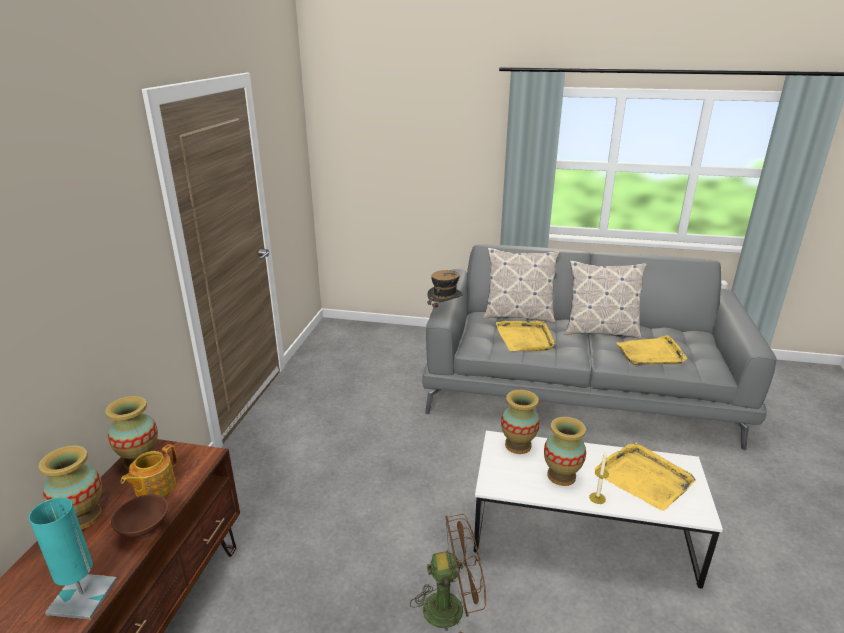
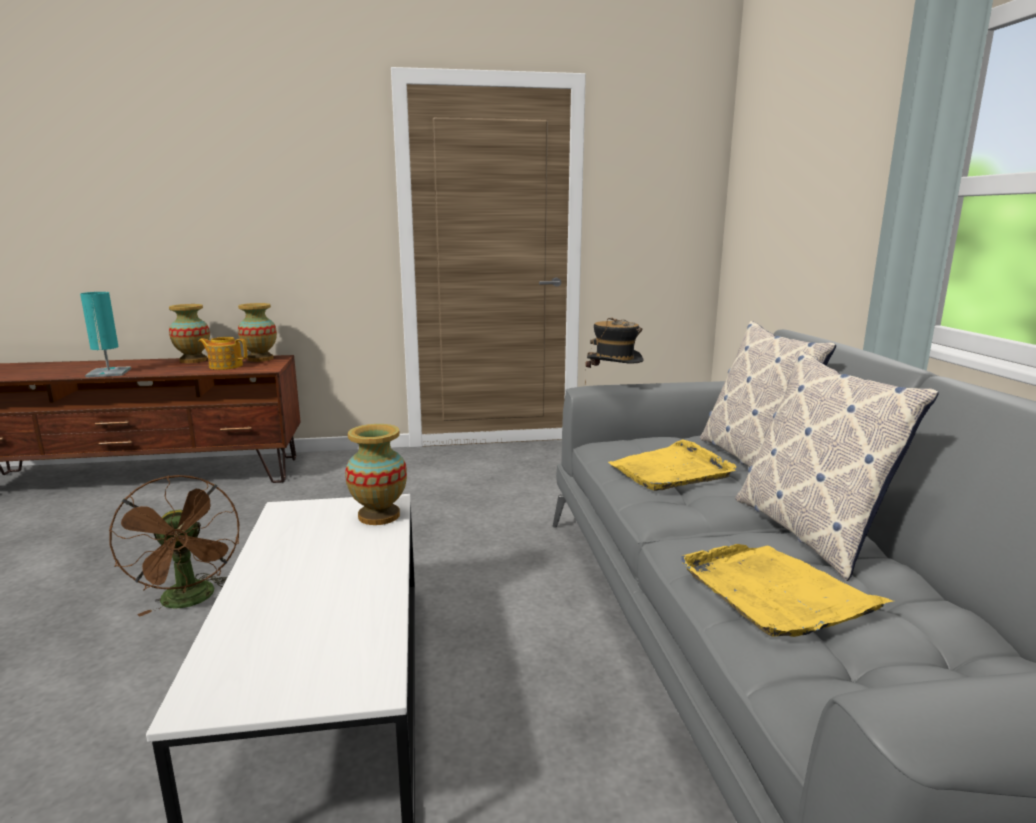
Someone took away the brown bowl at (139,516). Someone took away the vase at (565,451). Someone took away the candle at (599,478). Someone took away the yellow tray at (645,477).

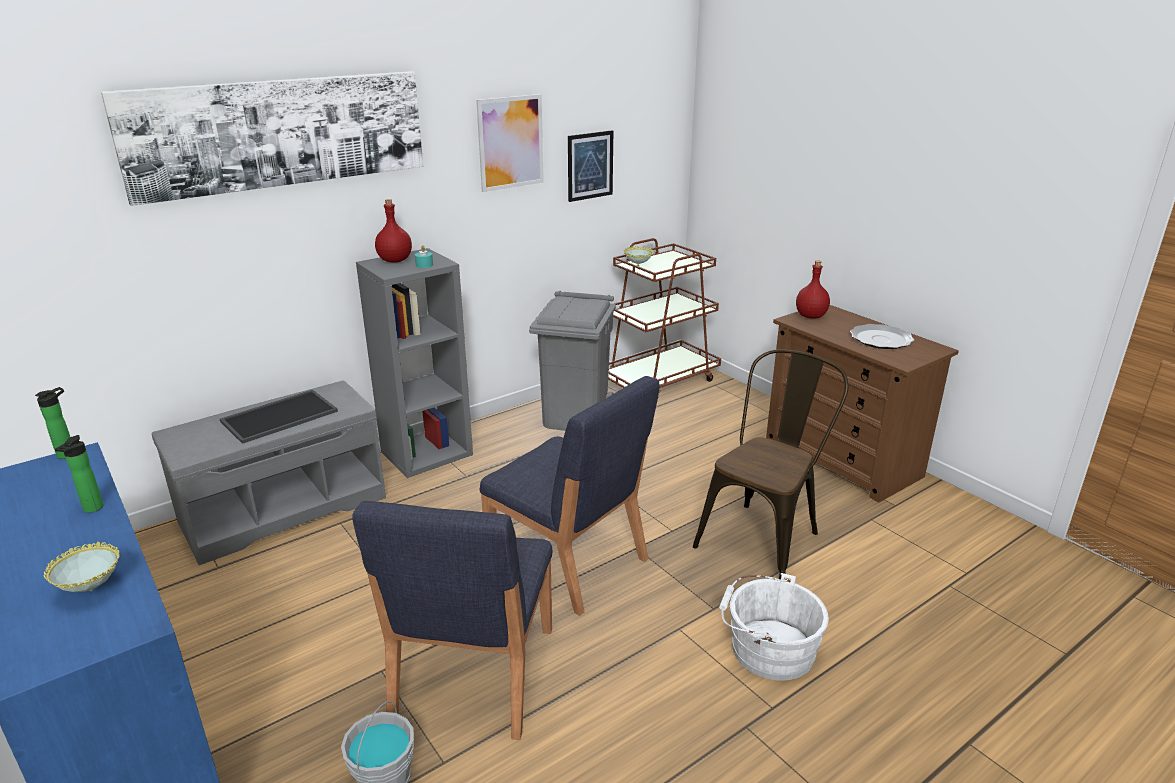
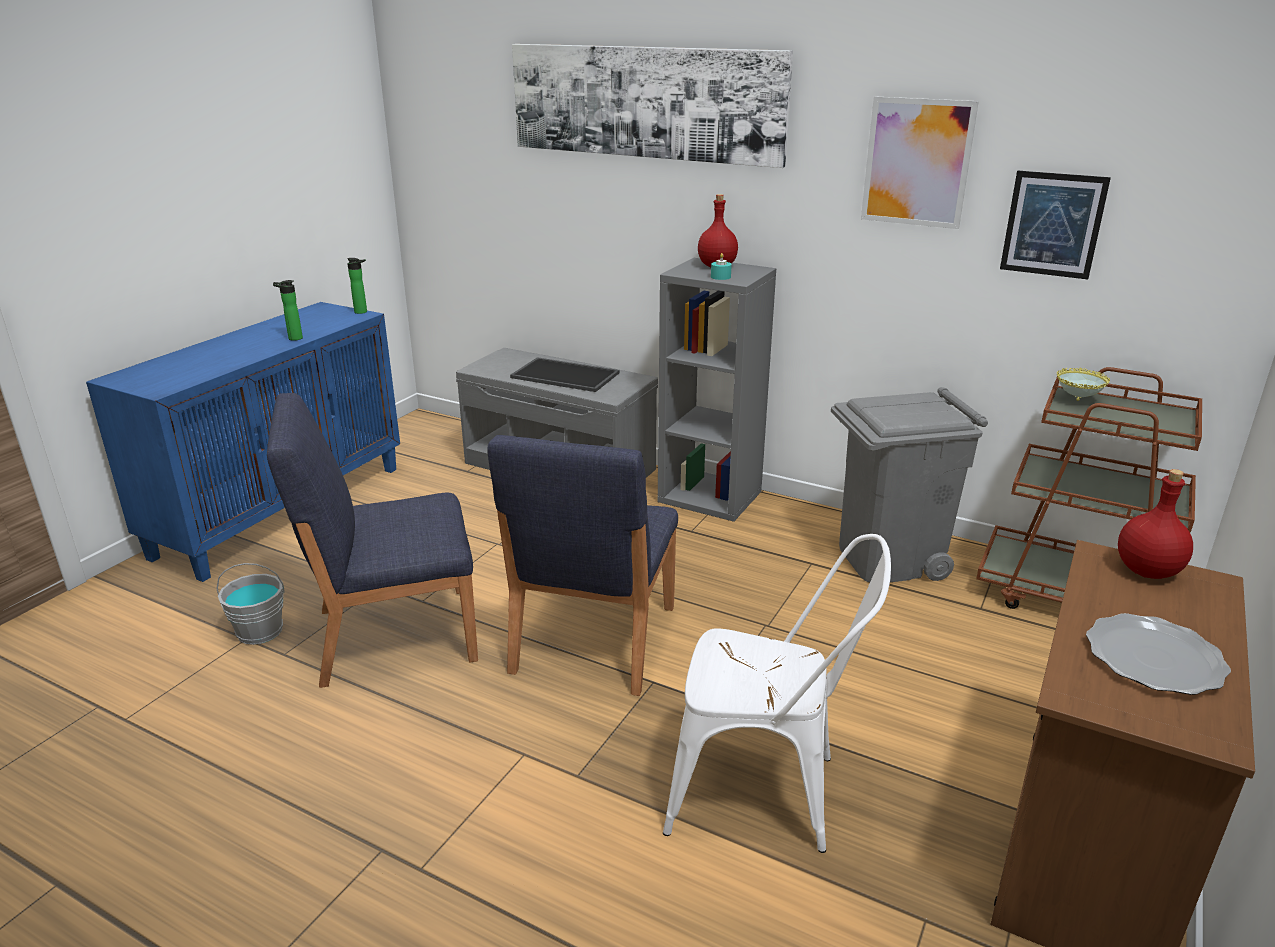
Someone took away the bowl at (82,567). Someone took away the white bucket at (774,626). Someone repainted the brown chair at (771,464), which became the white chair at (777,693).

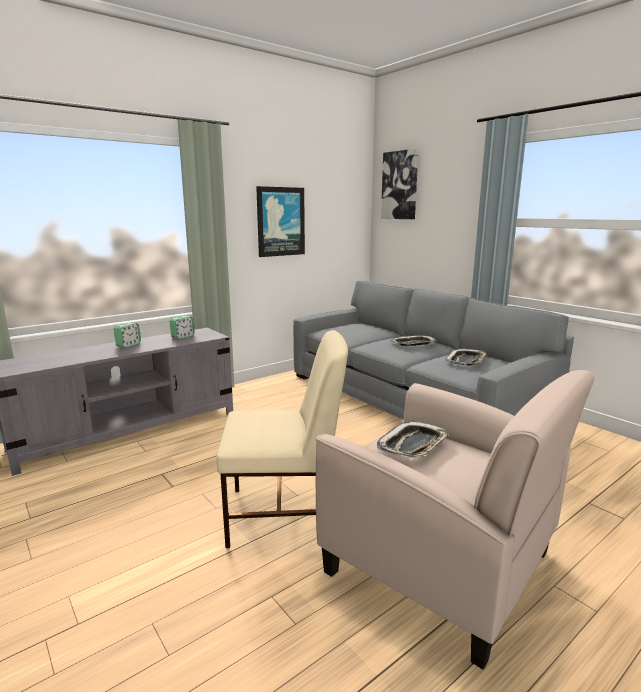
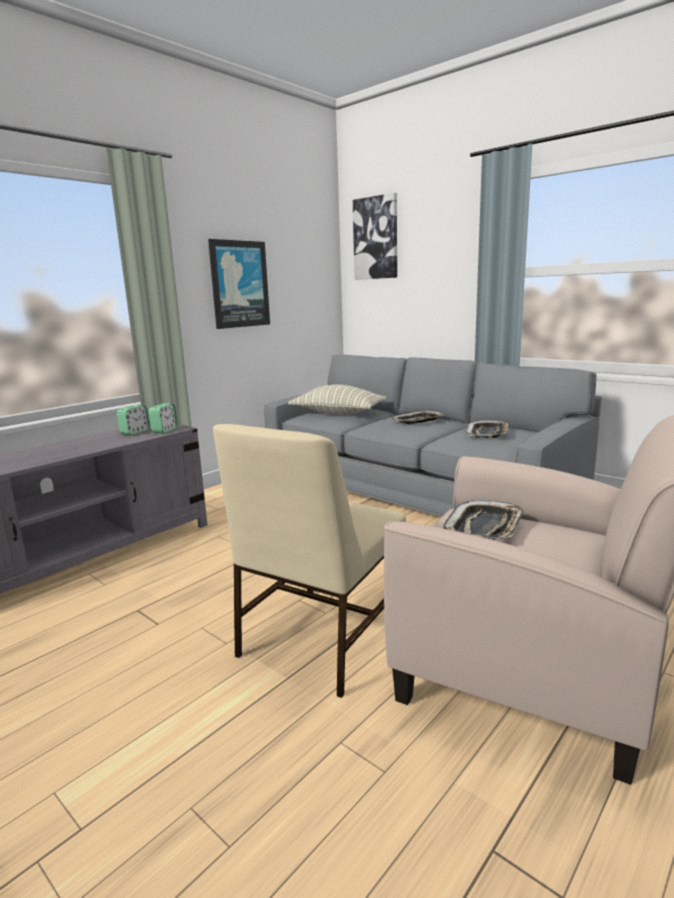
Someone put down the pillow at (337,400). Someone carried the alarm clock from (127,335) to (163,418). Someone rotated the beige chair at (282,439) by 135 degrees clockwise.

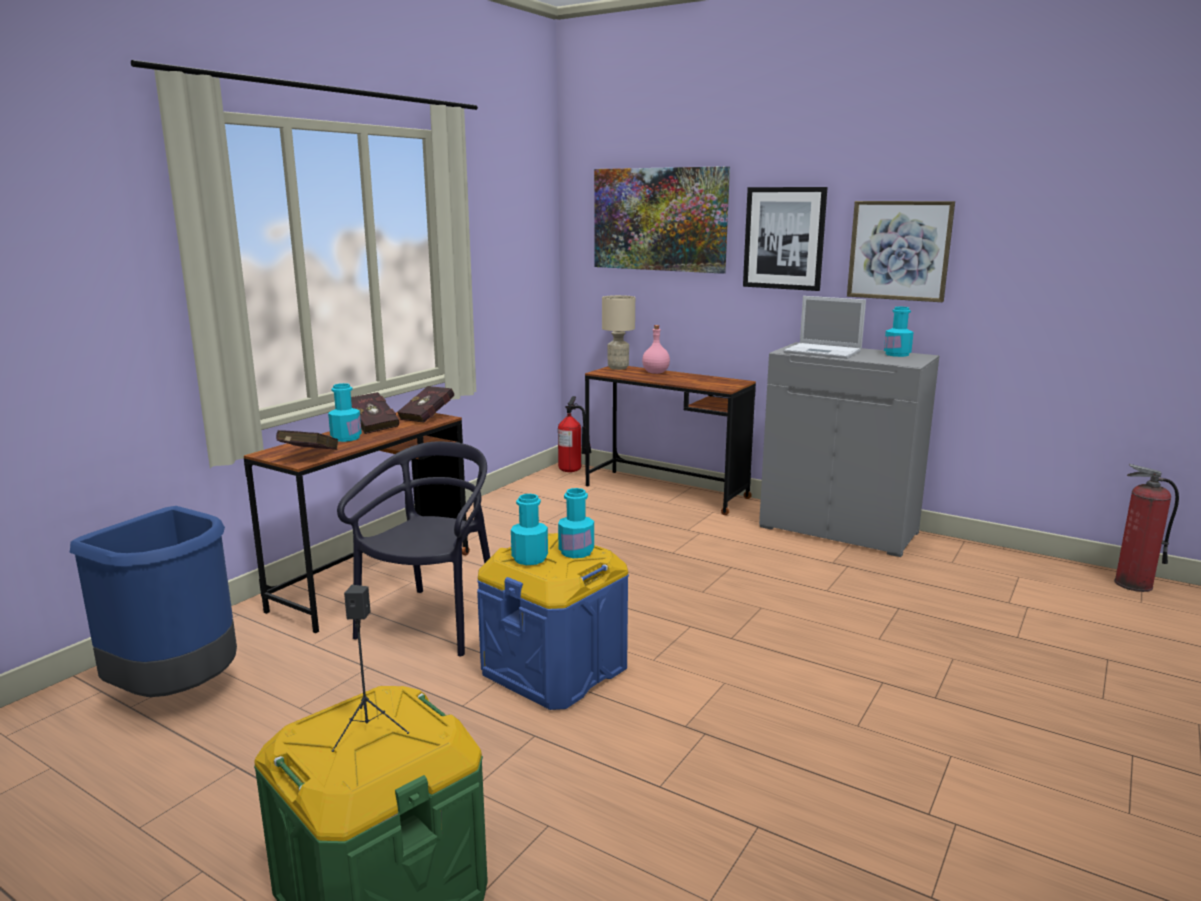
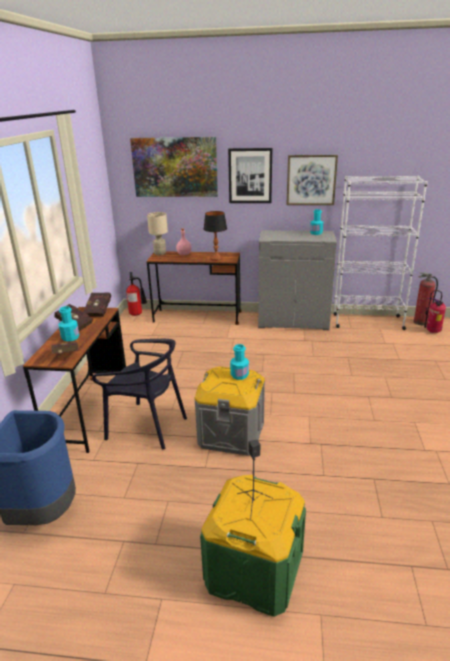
Someone took away the turquoise bottle at (529,529). Someone took away the laptop at (825,327). Someone put down the table lamp at (215,236). Someone put down the white bookcase at (380,253). Someone put down the fire extinguisher at (435,311). Someone repainted the blue storage box at (553,621), which became the grey storage box at (229,411). Someone rotated the black chair at (413,549) by 120 degrees clockwise.

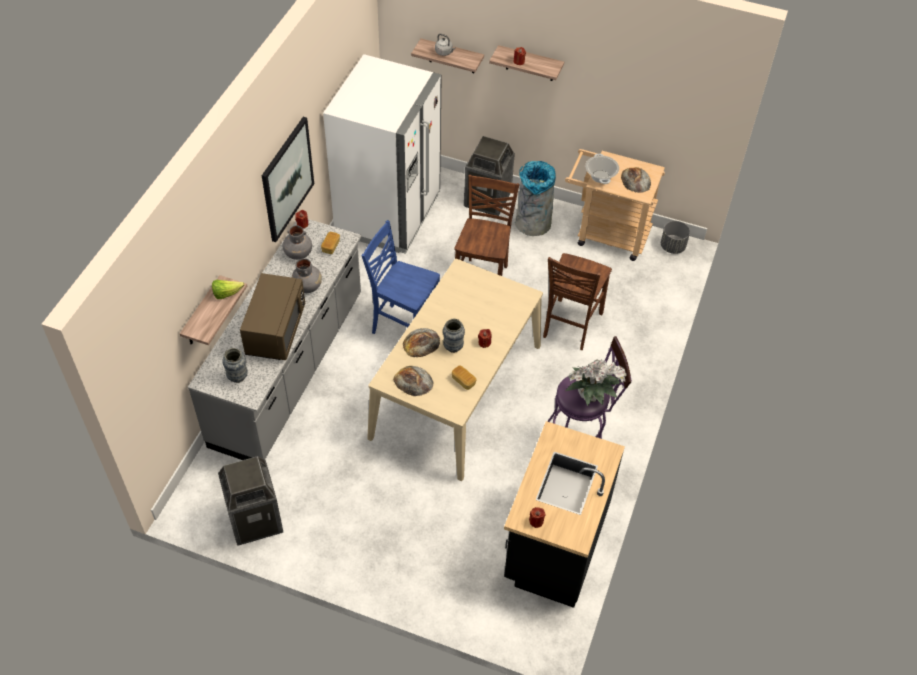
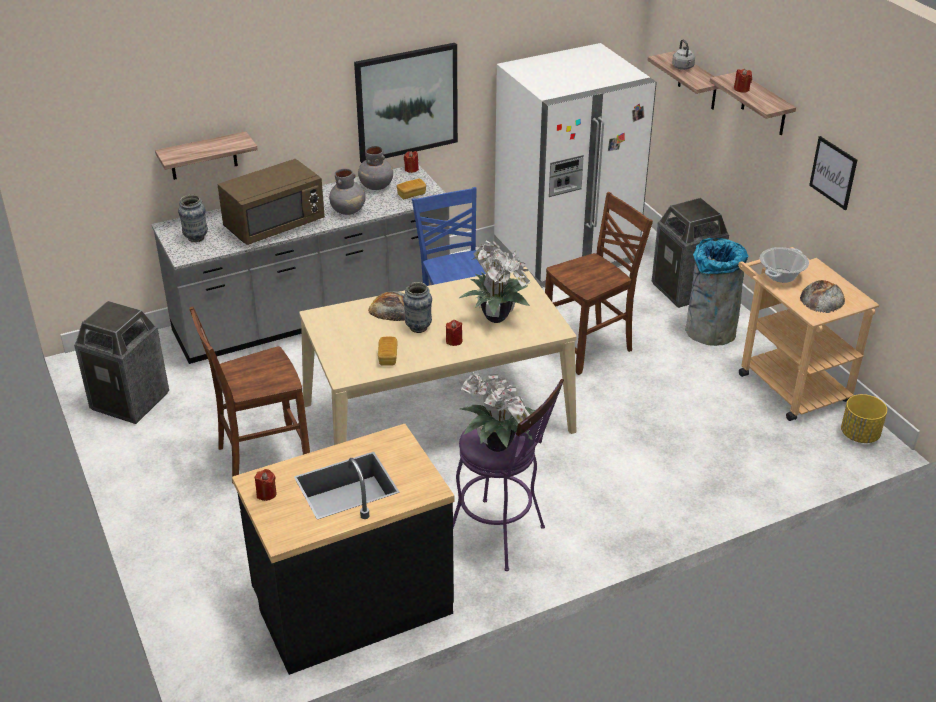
Someone took away the lettuce at (228,289). Someone took away the bread at (413,381). Someone put down the potted plant at (494,282). Someone put up the picture at (833,173). Someone carried the brown chair from (577,301) to (249,394). Someone repainted the grey planter at (675,237), which became the yellow planter at (864,418).

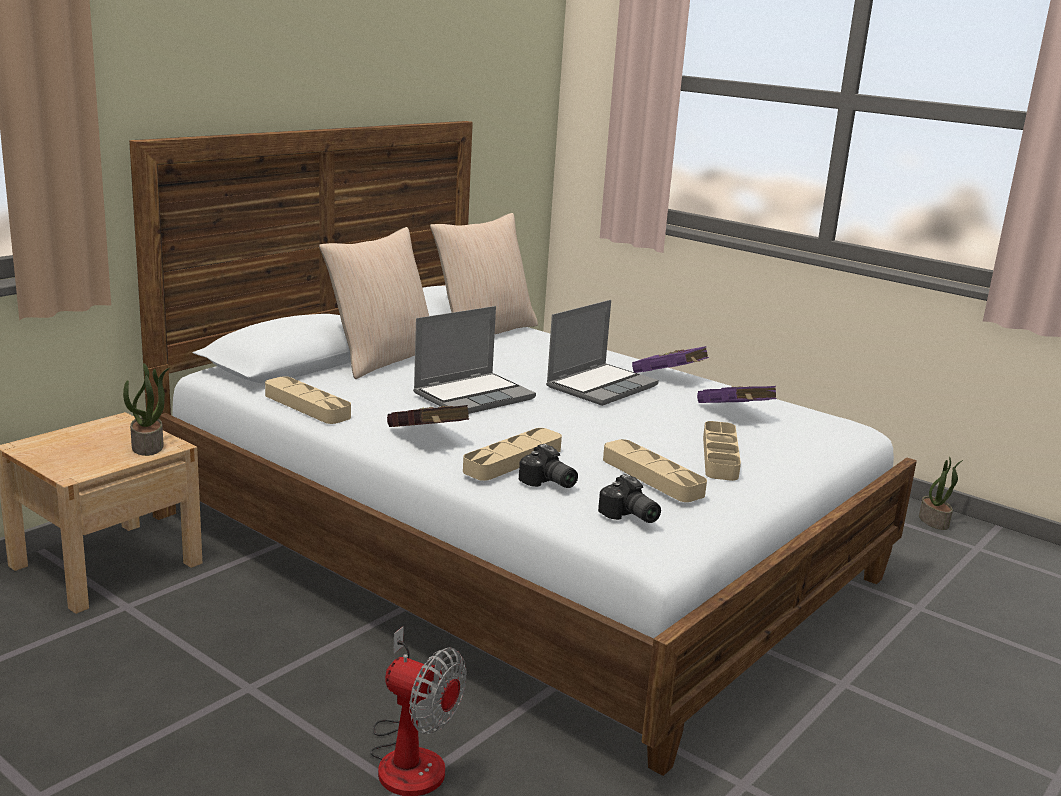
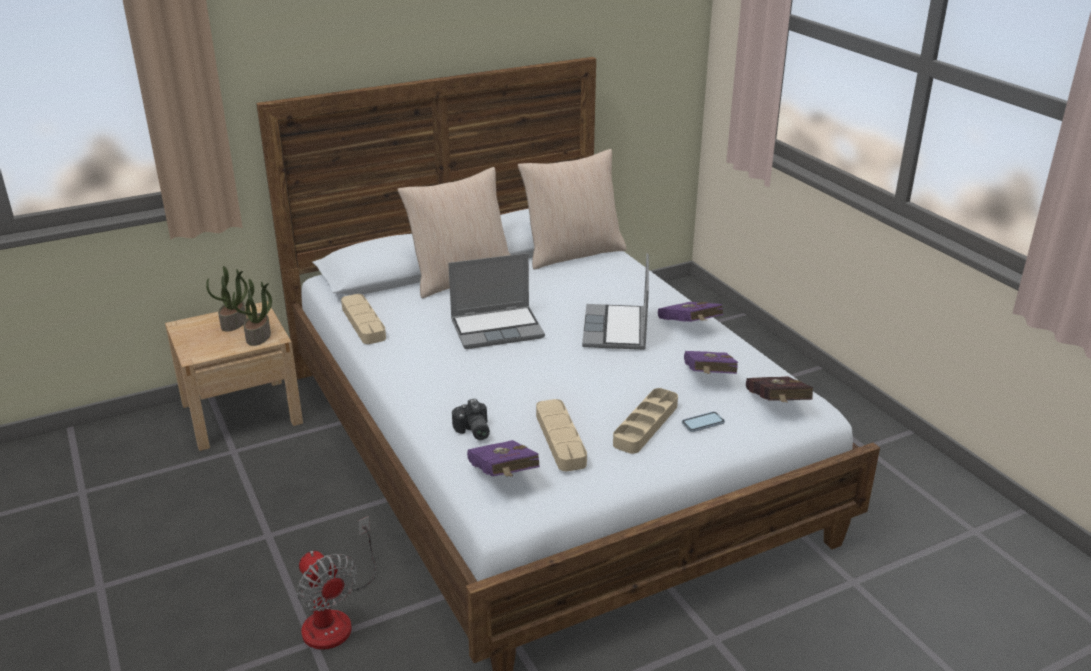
Someone took away the beige tray at (512,454). Someone put down the phone at (703,422). Someone carried the red book from (428,416) to (779,389). Someone carried the potted plant from (941,493) to (227,299). Someone swapped the photo camera at (629,498) for the purple book at (503,458). Someone rotated the laptop at (602,353) by 120 degrees clockwise.

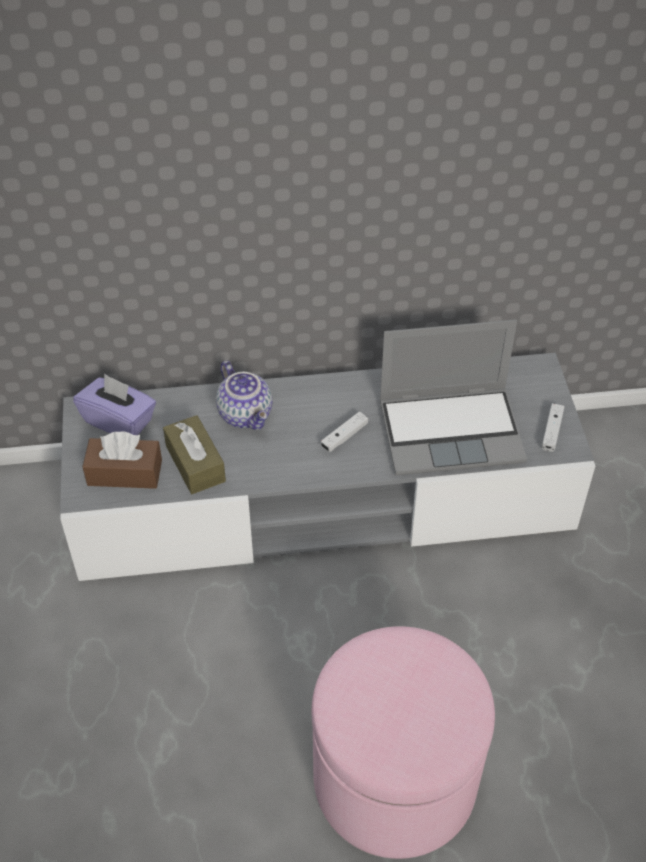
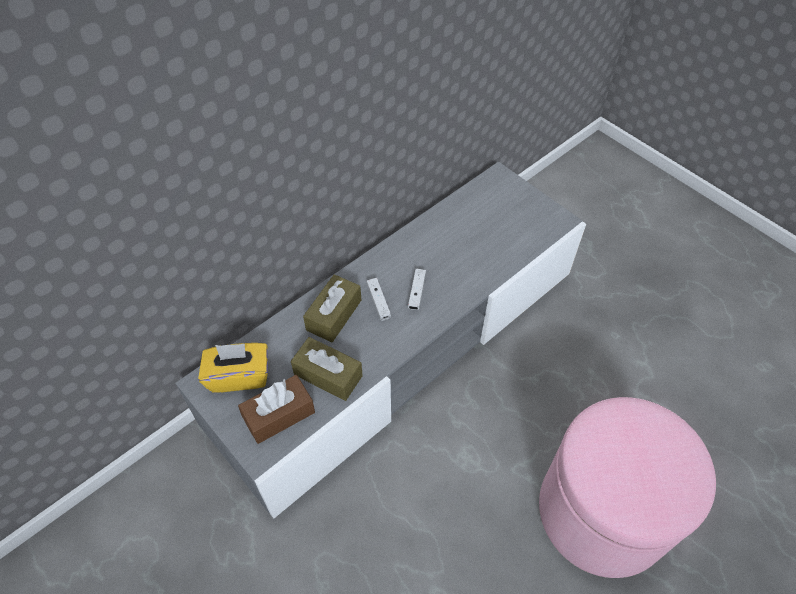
Someone took away the laptop at (453,397). Someone carried the white game controller from (553,427) to (379,299). Someone swapped the teapot at (244,395) for the brown tissue box at (332,308). Someone repainted the purple tissue box at (114,404), which became the yellow tissue box at (233,368).

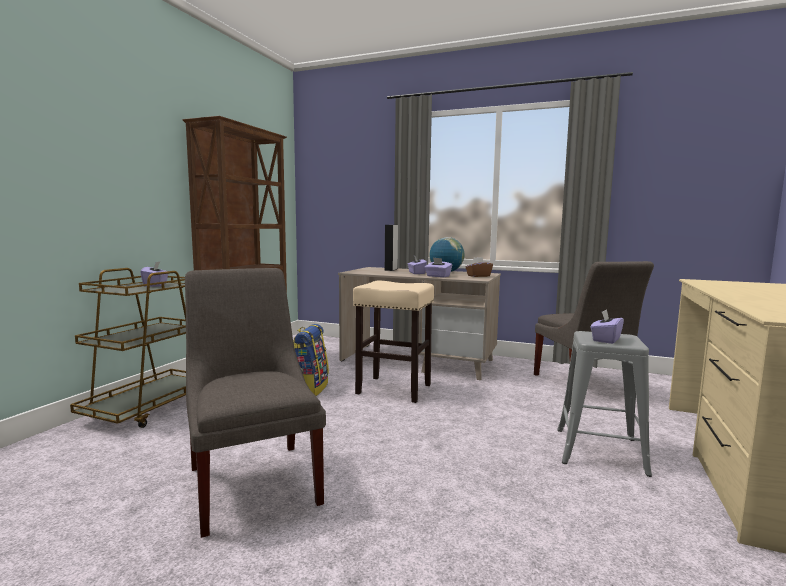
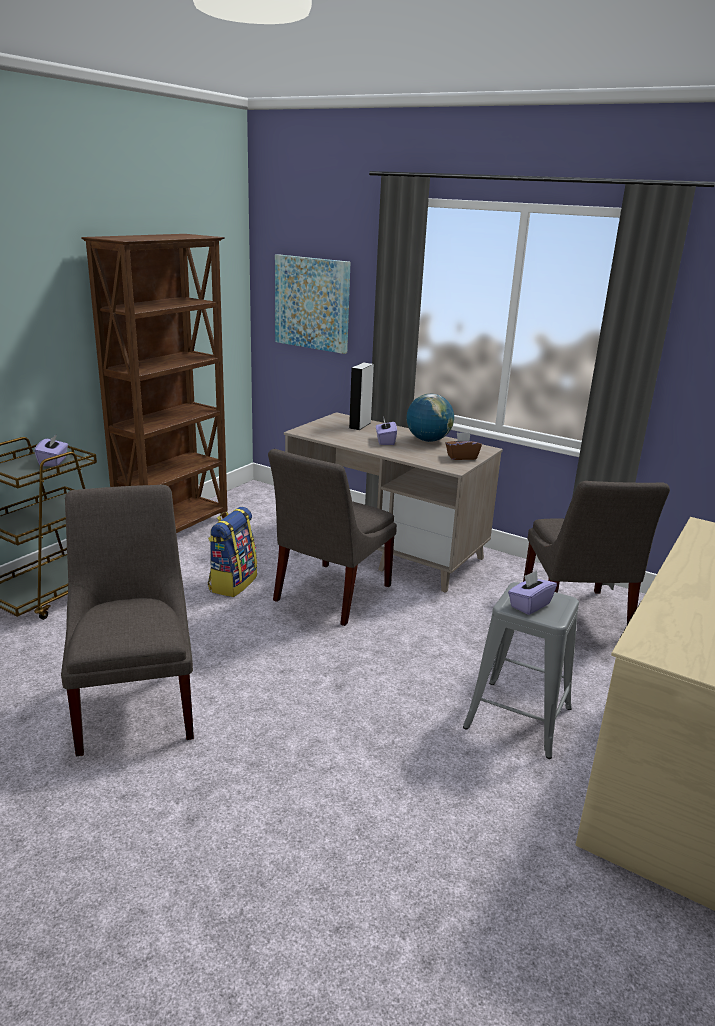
Someone took away the purple tissue box at (438,267). Someone put up the picture at (313,304). Someone swapped the beige stool at (393,342) for the grey chair at (332,537).

